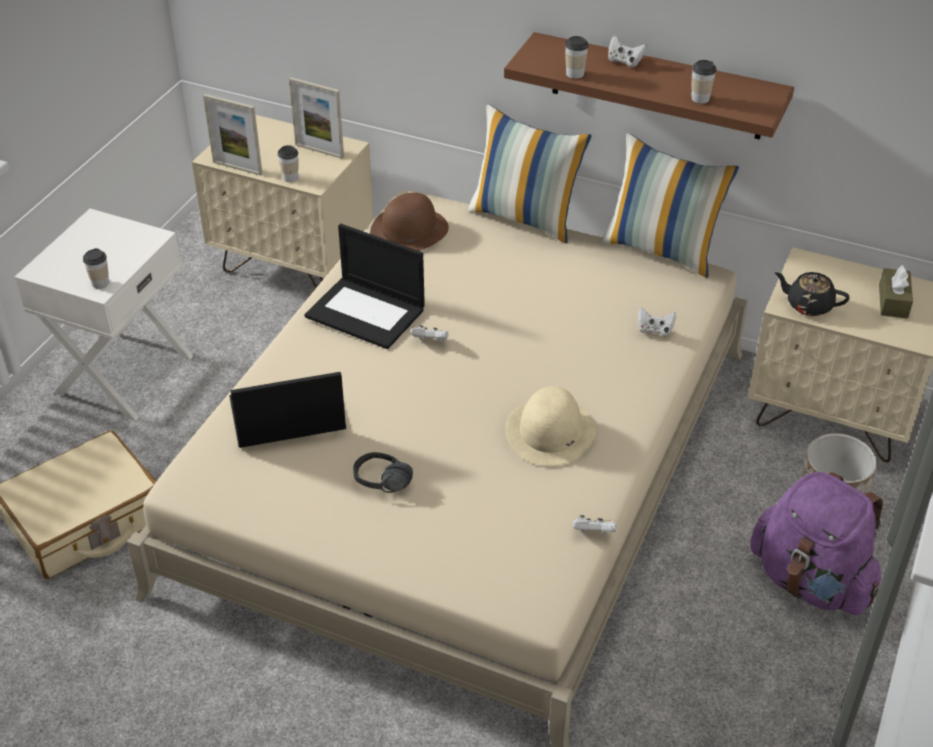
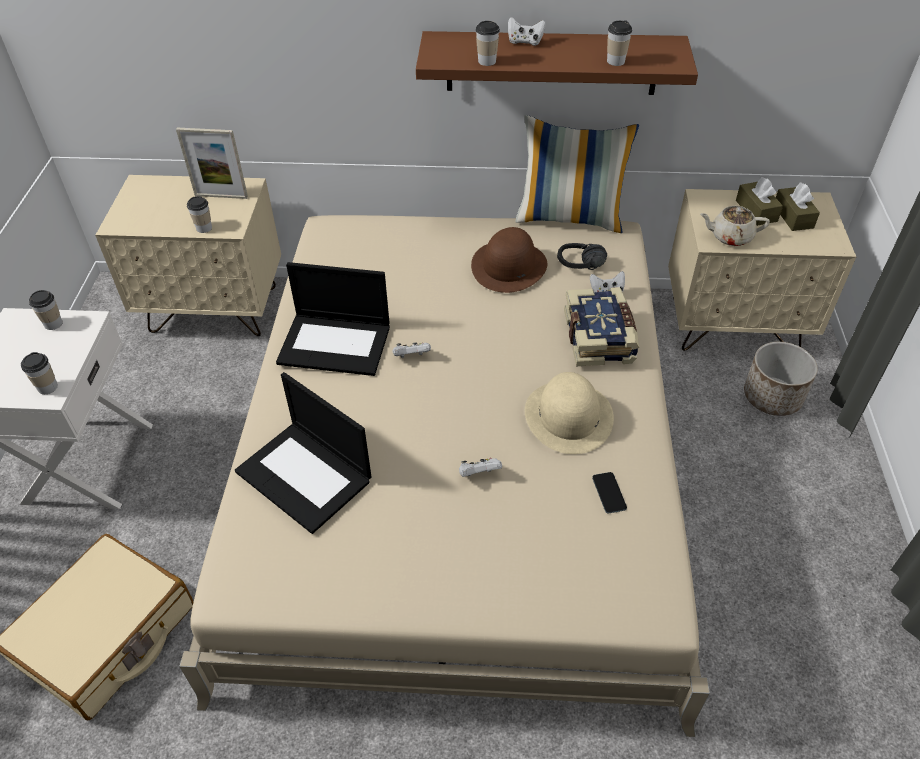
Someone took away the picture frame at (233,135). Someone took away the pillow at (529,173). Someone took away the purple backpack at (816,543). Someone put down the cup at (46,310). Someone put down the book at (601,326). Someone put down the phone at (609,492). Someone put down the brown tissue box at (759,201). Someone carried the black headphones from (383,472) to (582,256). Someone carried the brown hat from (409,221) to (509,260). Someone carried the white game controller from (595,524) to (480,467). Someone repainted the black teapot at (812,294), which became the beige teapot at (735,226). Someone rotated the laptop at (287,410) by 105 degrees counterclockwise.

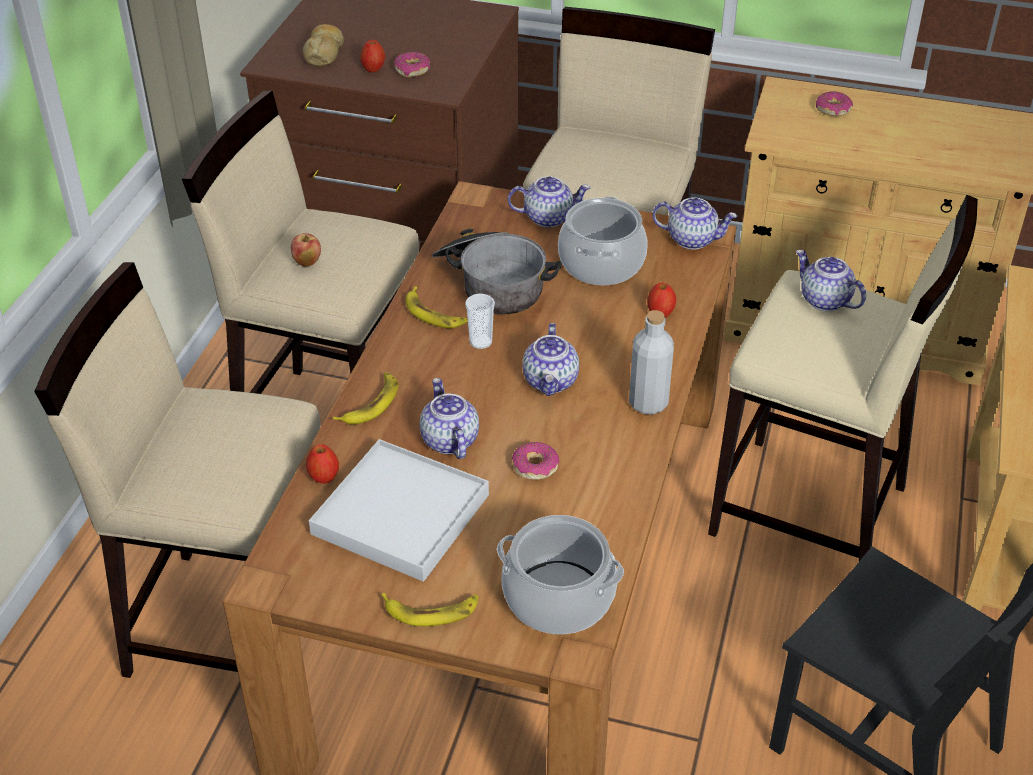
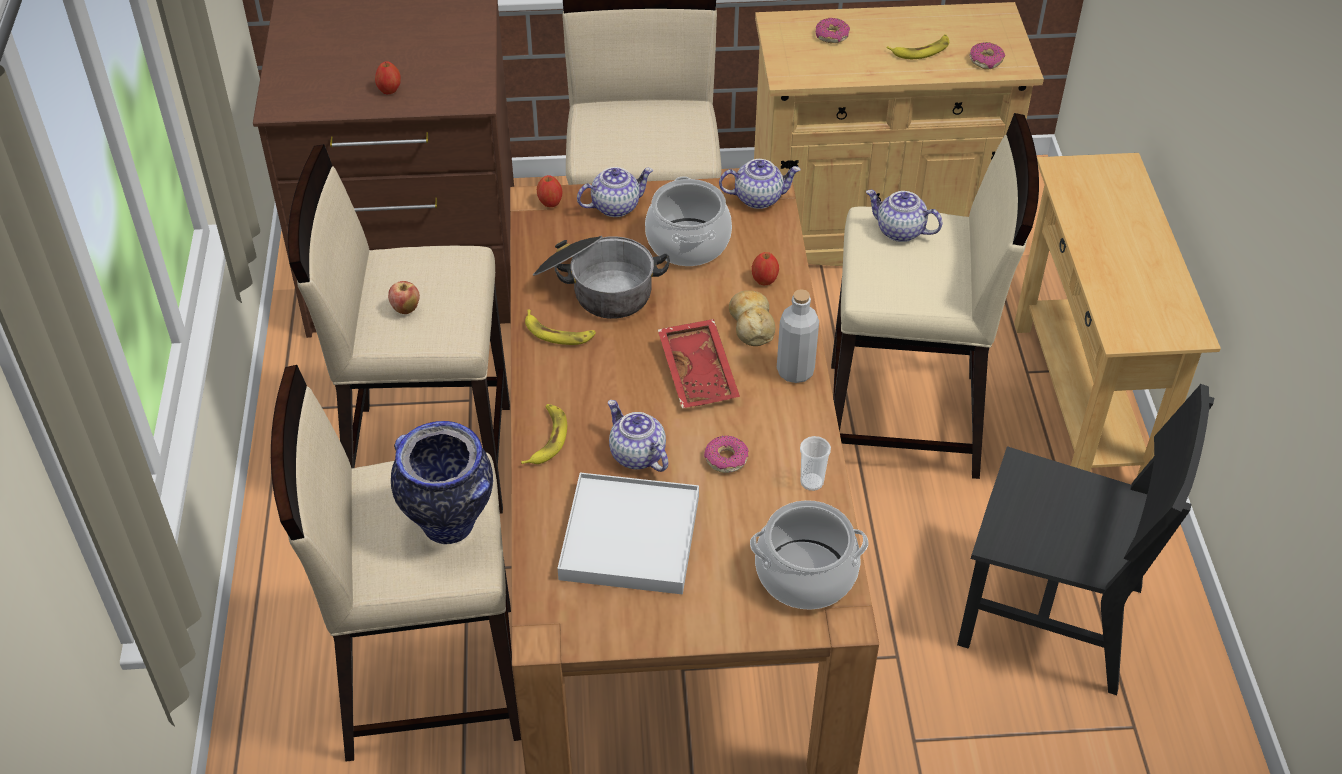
Someone put down the vase at (442,482). Someone carried the bread from (323,45) to (752,318). Someone carried the apple from (322,464) to (550,191). Someone carried the banana from (430,609) to (918,46). Someone carried the donut from (412,64) to (987,55). Someone carried the cup from (480,321) to (815,463). Someone swapped the teapot at (551,359) for the red tray at (699,363).

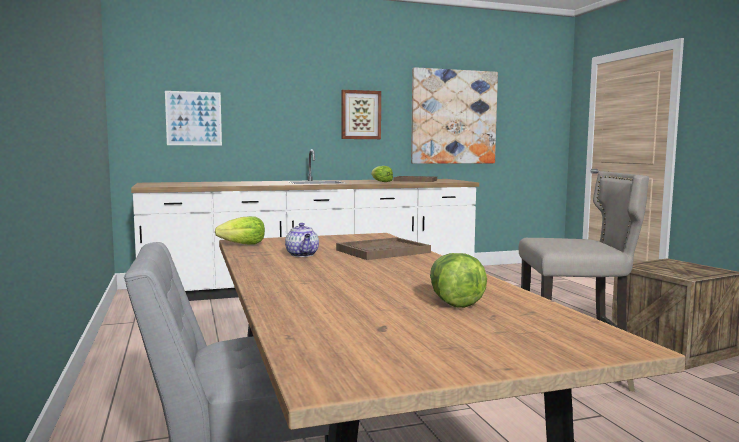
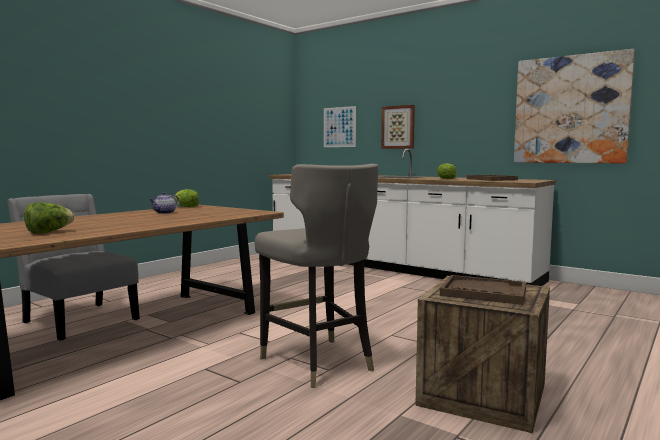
Someone carried the brown tray from (383,248) to (483,290). Someone carried the picture from (361,114) to (398,127).

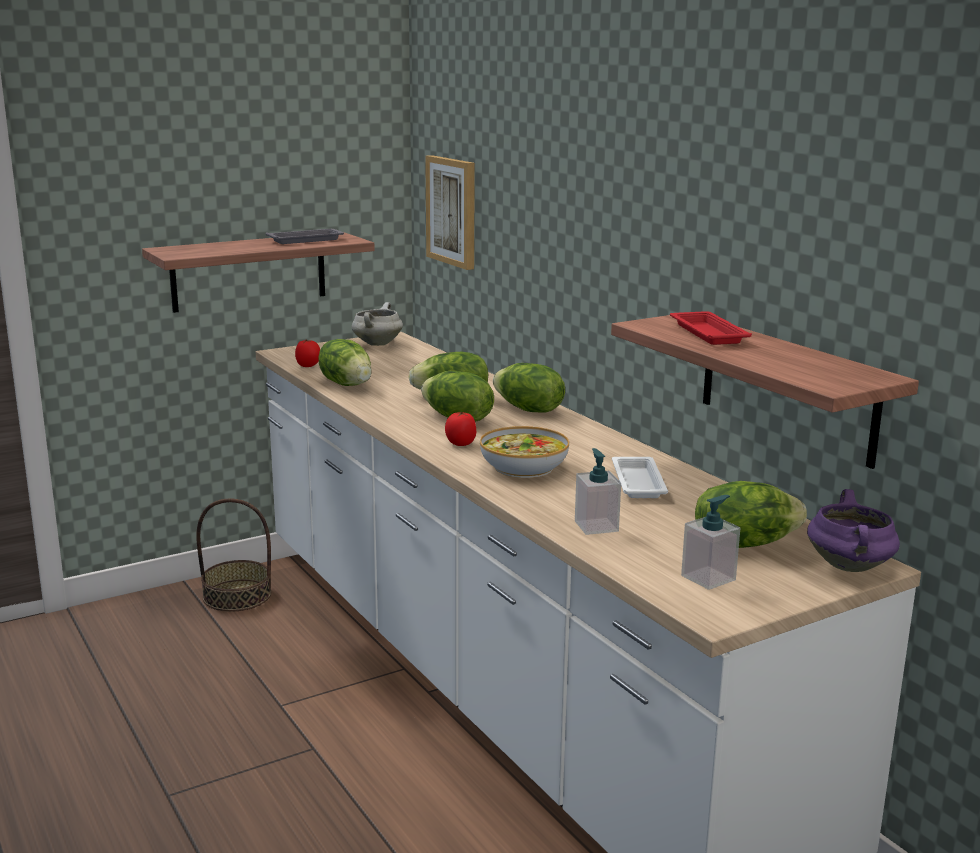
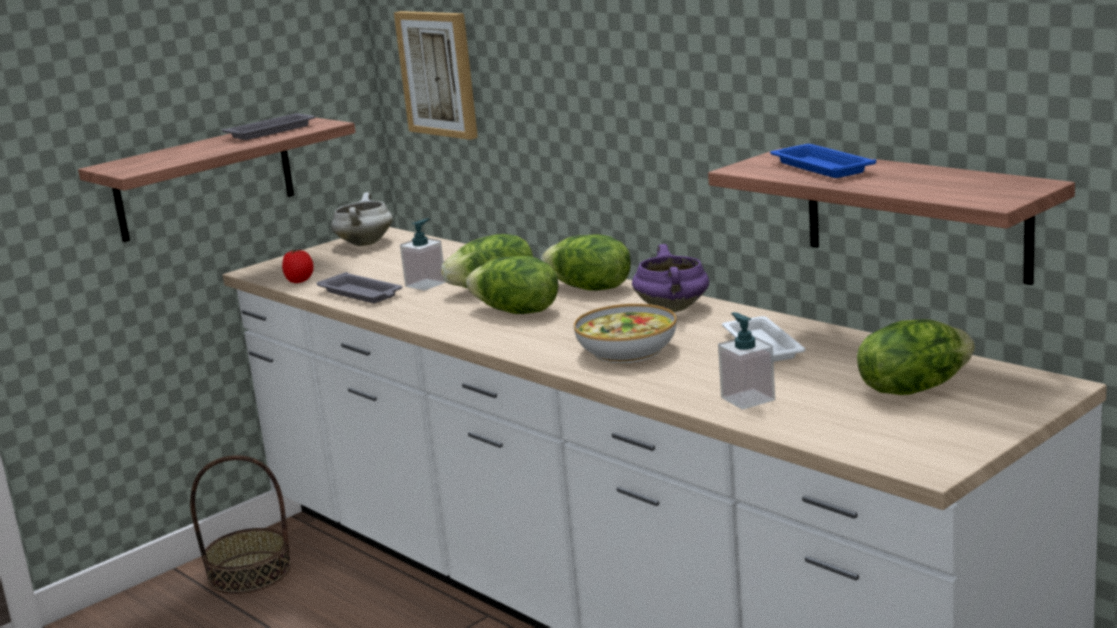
Someone took away the tomato at (460,429). Someone carried the soap dispenser from (710,542) to (423,254). Someone carried the purple cooking pot from (853,530) to (670,278). Someone swapped the lettuce at (345,362) for the grey tray at (360,287). Someone repainted the red tray at (711,328), which became the blue tray at (823,161).

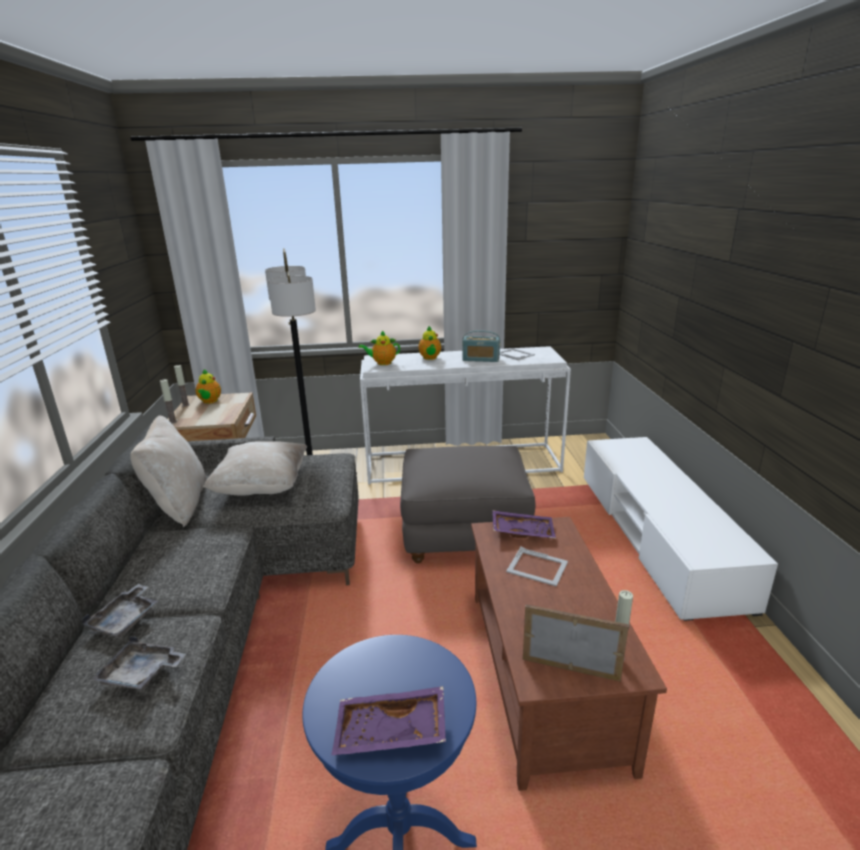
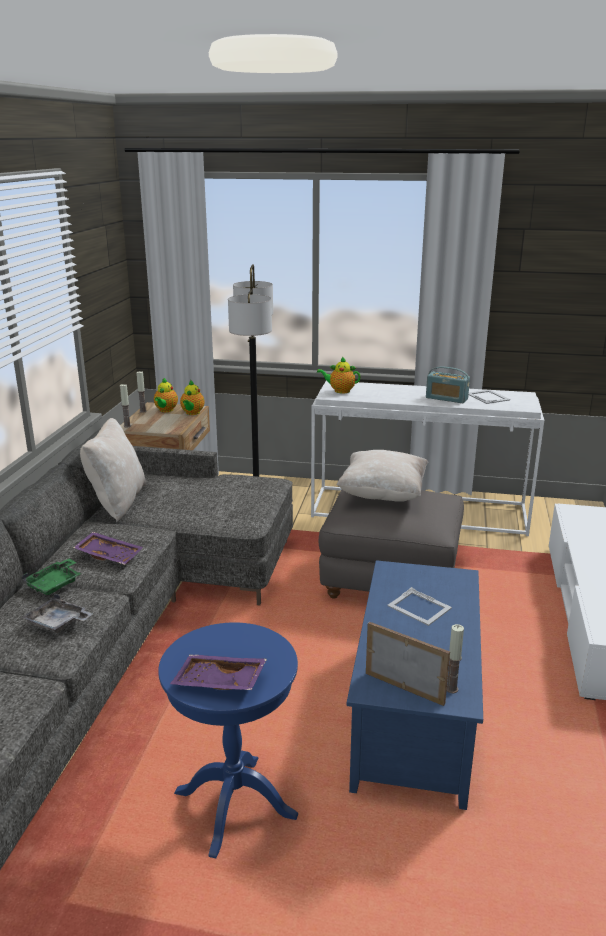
Someone carried the beige pillow from (255,468) to (382,476). Someone carried the teapot from (429,343) to (192,397). Someone carried the purple tray from (524,524) to (108,548). Someone repainted the grey tray at (119,611), which became the green tray at (51,577). Someone repainted the brown coffee table at (569,654), which became the blue coffee table at (415,685).

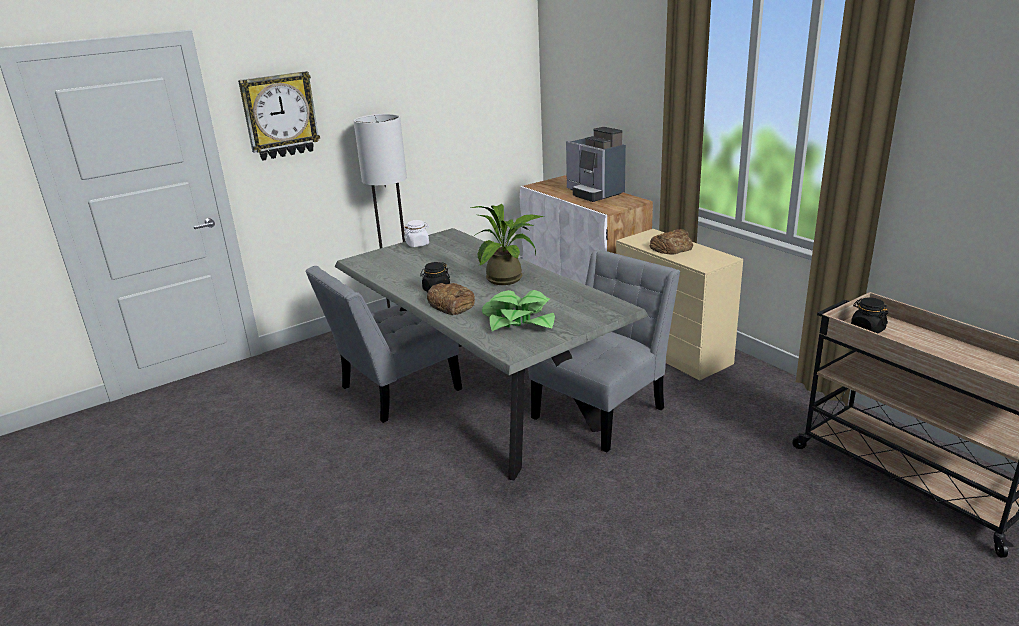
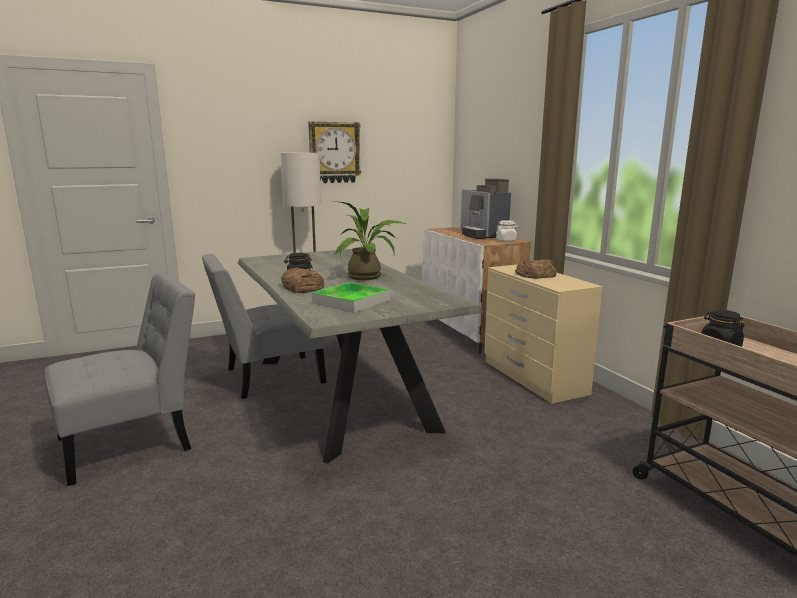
Someone carried the wall clock from (279,115) to (334,152). Someone carried the white jar from (416,233) to (507,231). Someone carried the grey chair from (604,351) to (120,379). Someone swapped the potted plant at (518,310) for the tray at (351,297).

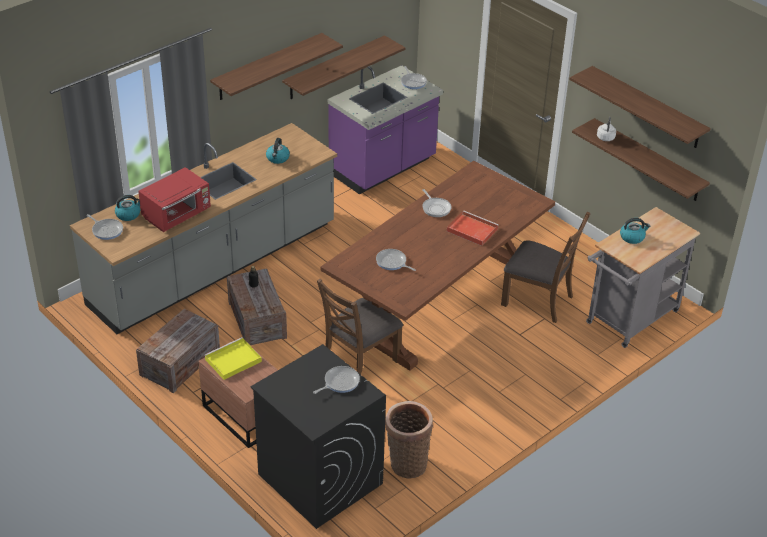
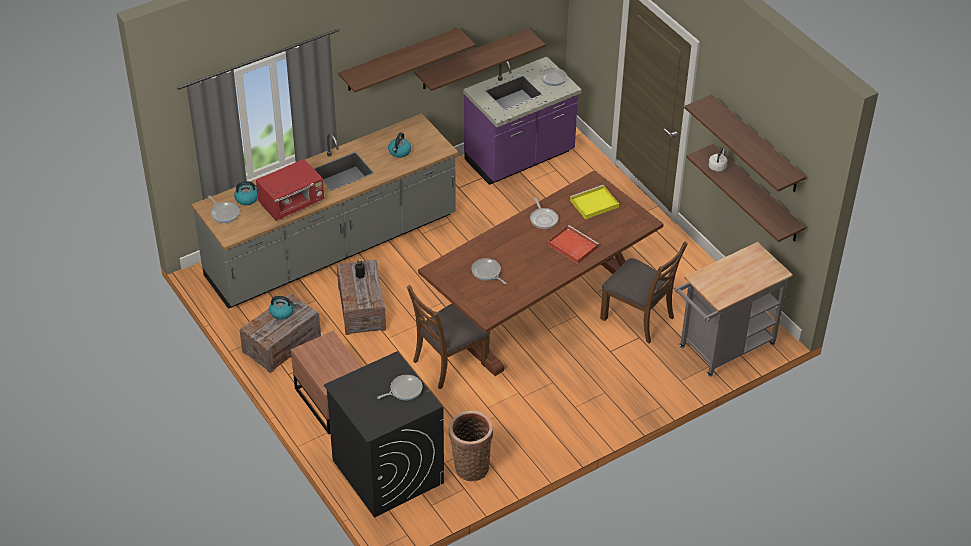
Someone carried the yellow tray from (233,358) to (594,202). Someone carried the kettle from (635,231) to (282,308).

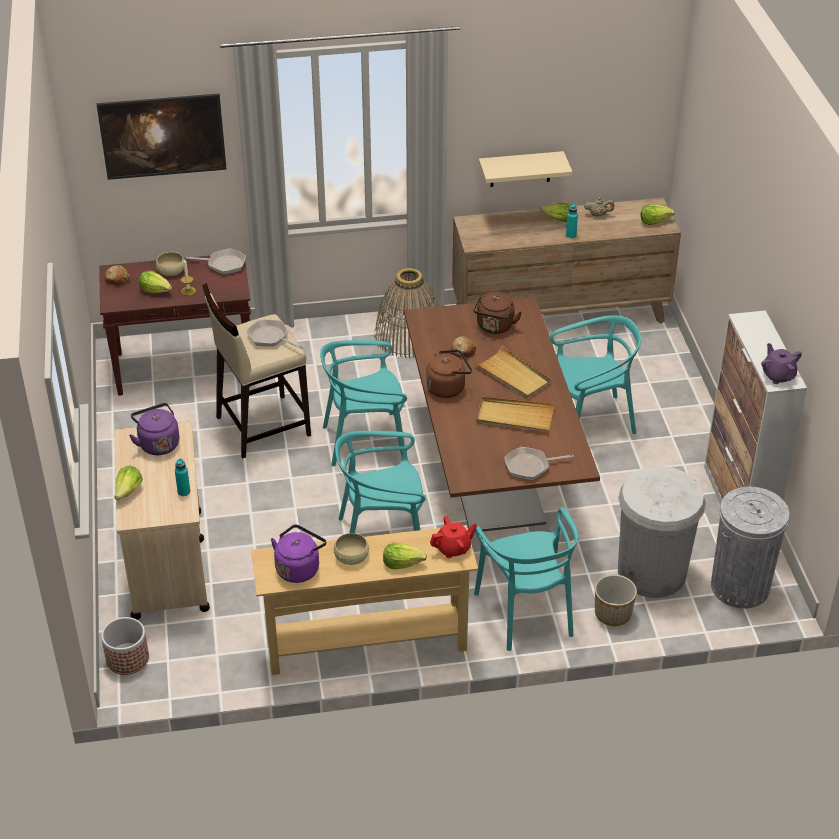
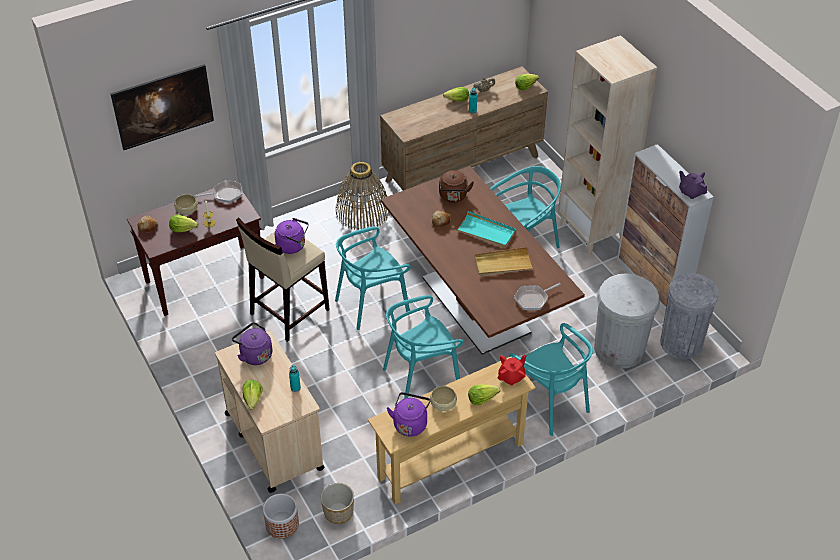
Someone took away the brown kettle at (449,374). Someone took away the beige shelf at (525,169). Someone put down the beige bookcase at (608,145). Someone carried the planter from (616,600) to (337,503). Someone swapped the frying pan at (275,334) for the purple kettle at (292,236). Someone repainted the beige tray at (513,372), which became the turquoise tray at (486,229).

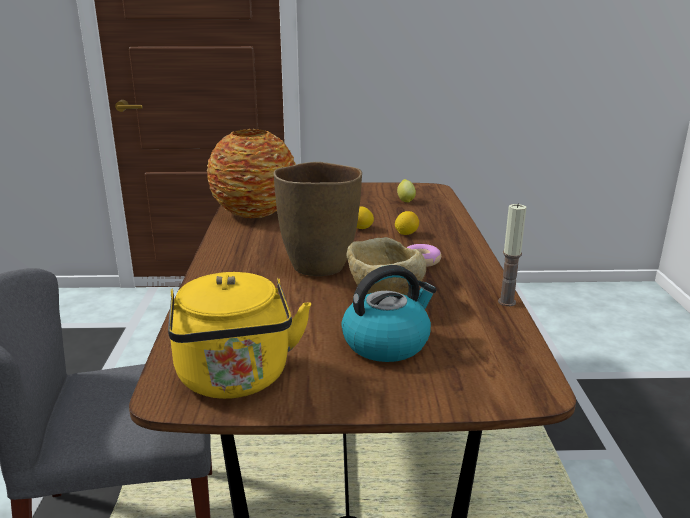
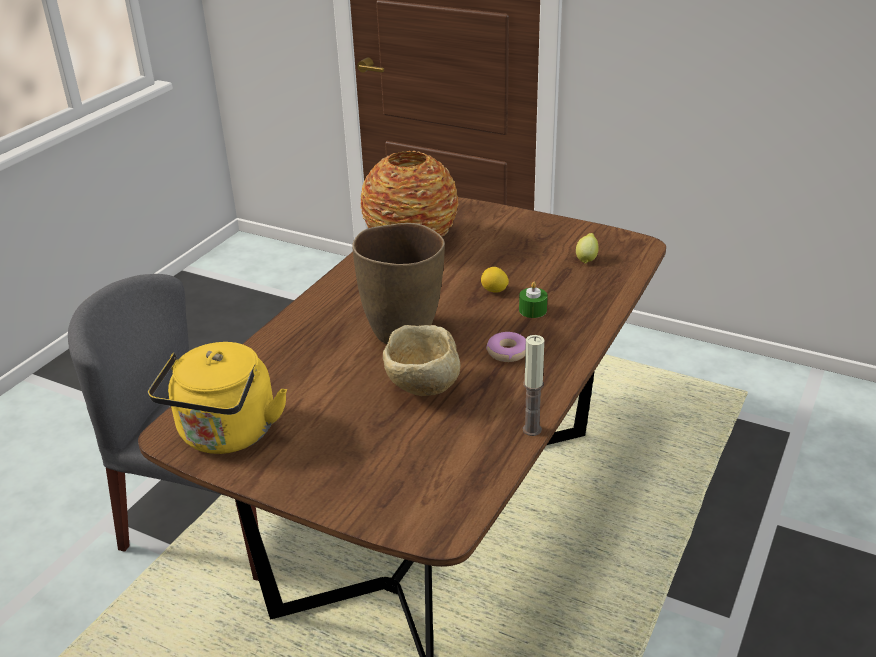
Someone took away the kettle at (389,313). Someone swapped the lemon at (407,223) for the green candle at (533,300).

